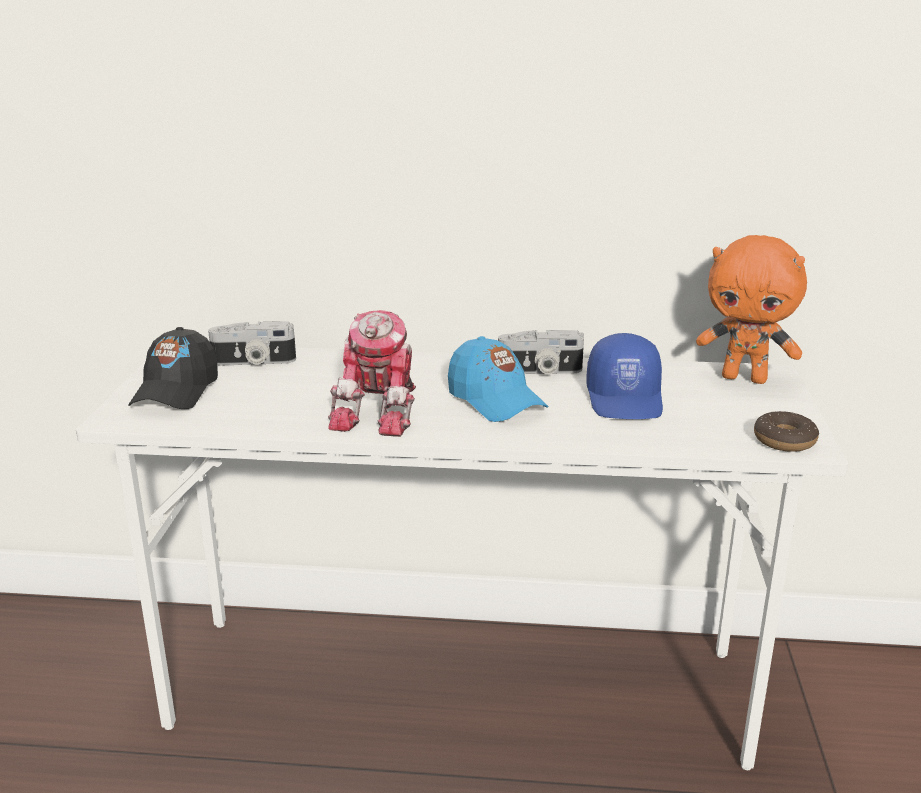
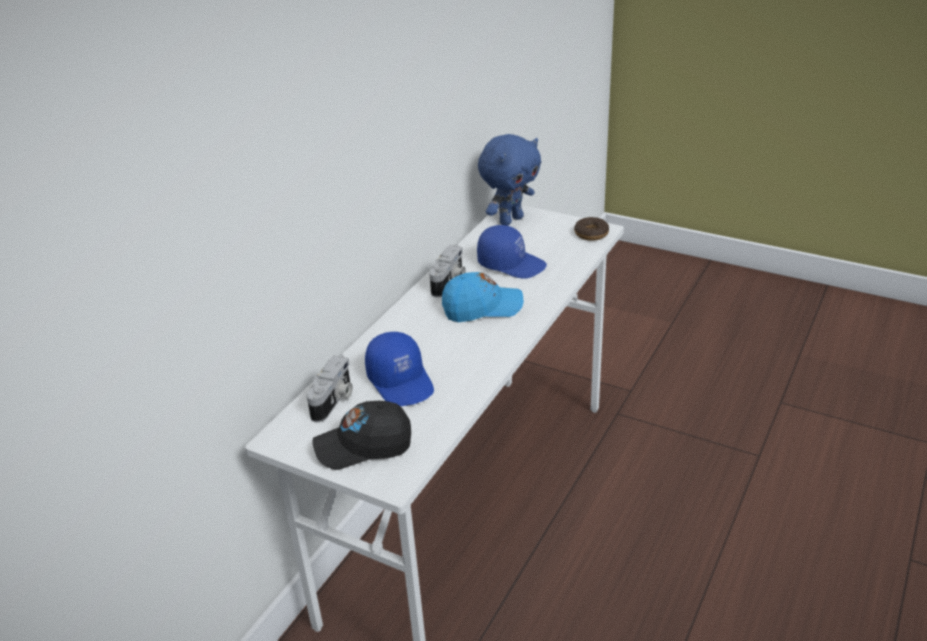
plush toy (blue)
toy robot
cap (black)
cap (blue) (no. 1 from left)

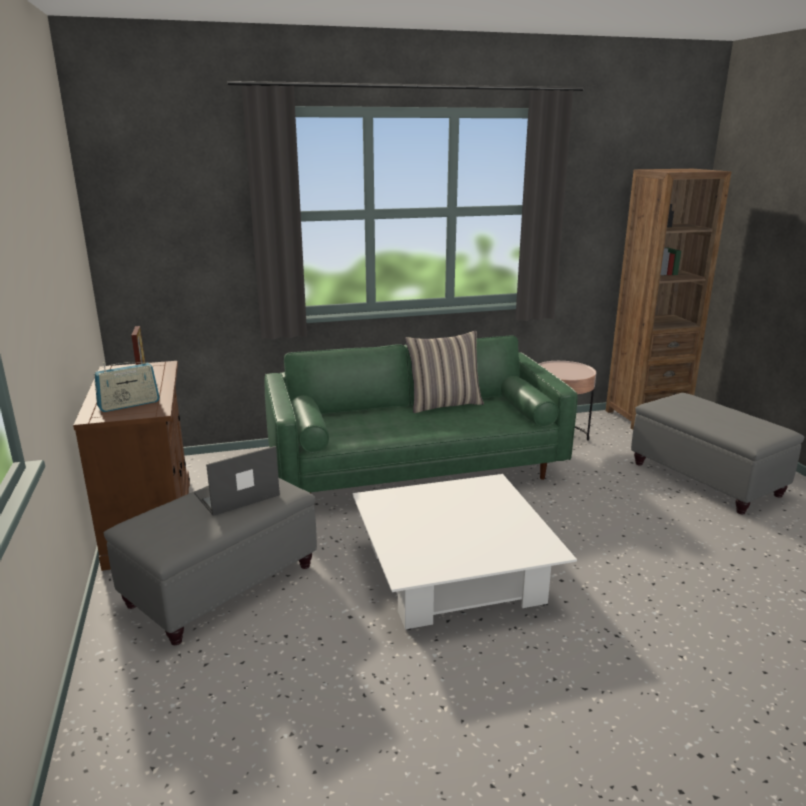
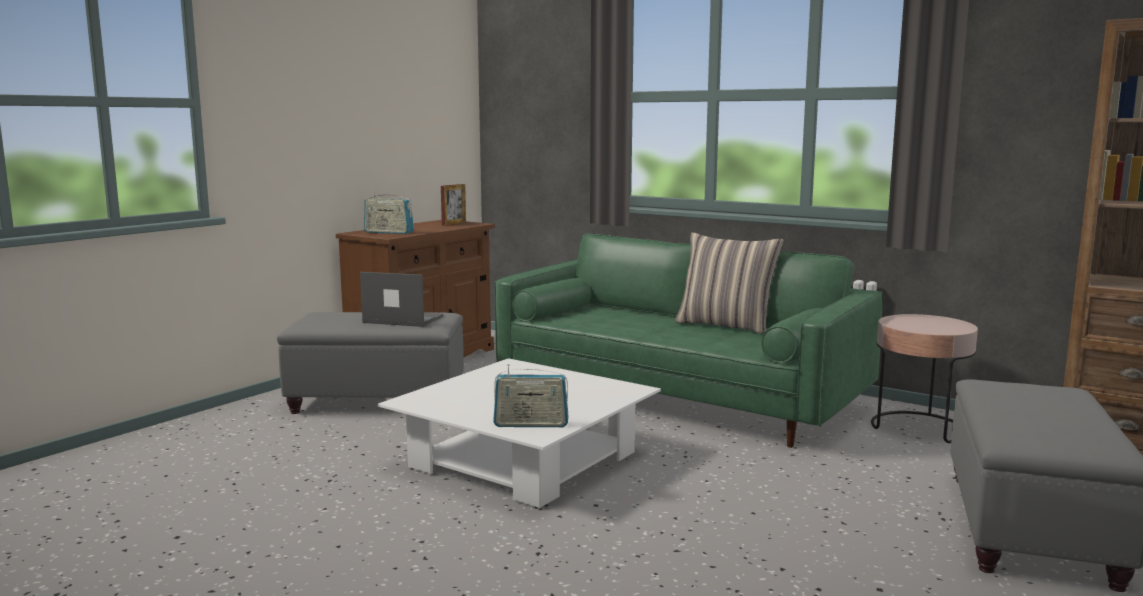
radio (no. 2 from left)

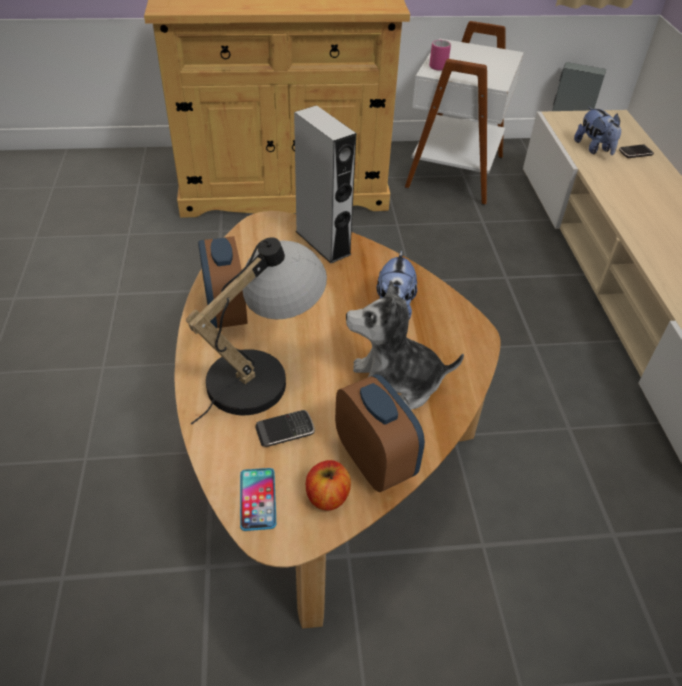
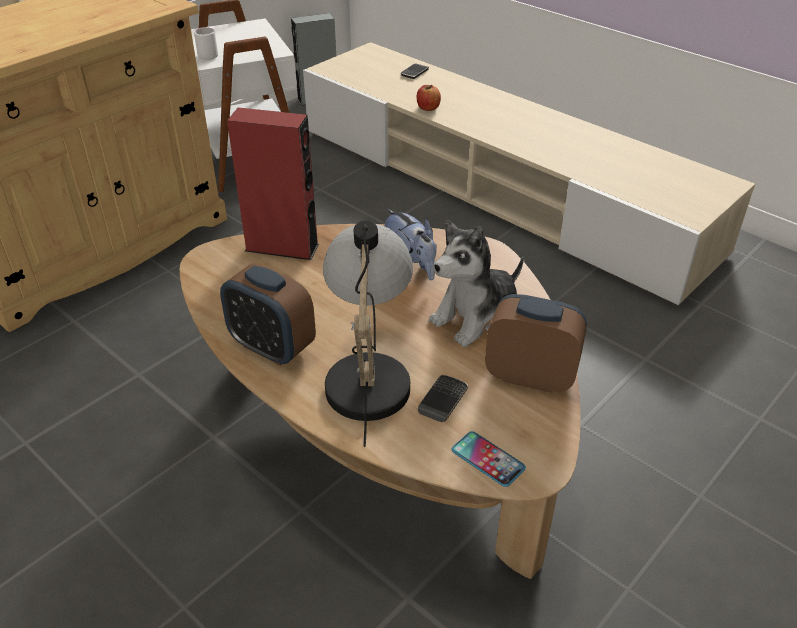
mug (white)
speaker (red)
plush toy (no. 3 from left in the first image)
apple

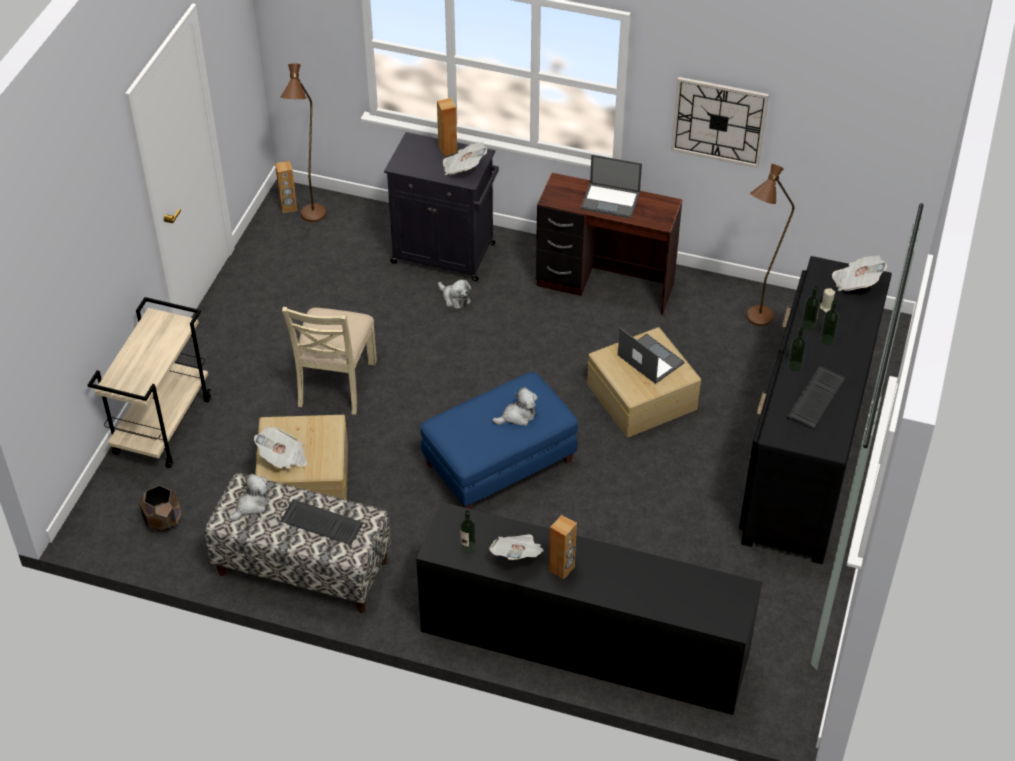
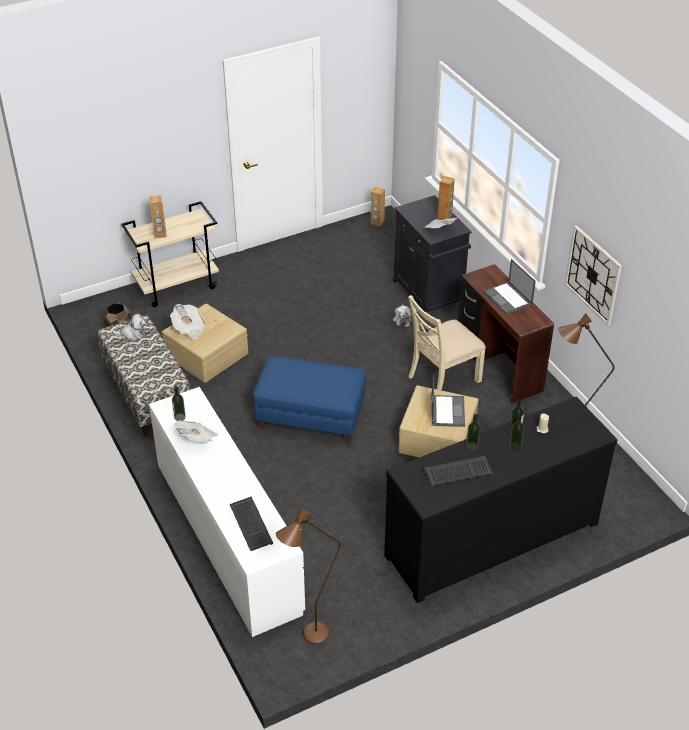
floor lamp (brown) (no. 1 from left)
newspaper (no. 4 from left in the first image)
chair (beige)
plush toy (no. 3 from left in the first image)
keyboard (no. 1 from left)
dresser (white)
speaker (brown) (no. 1 from left)

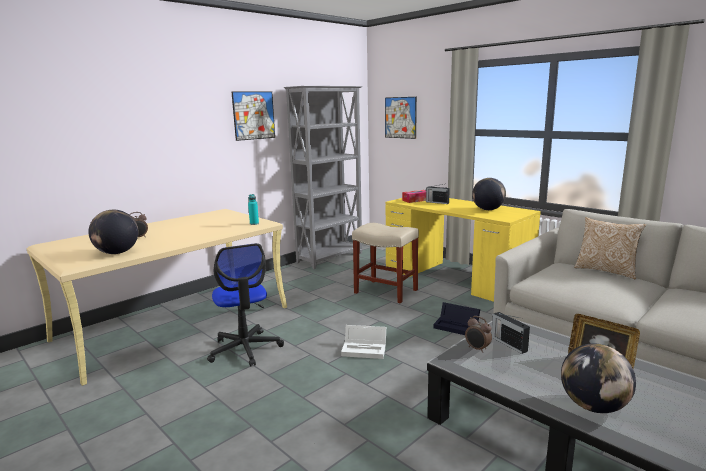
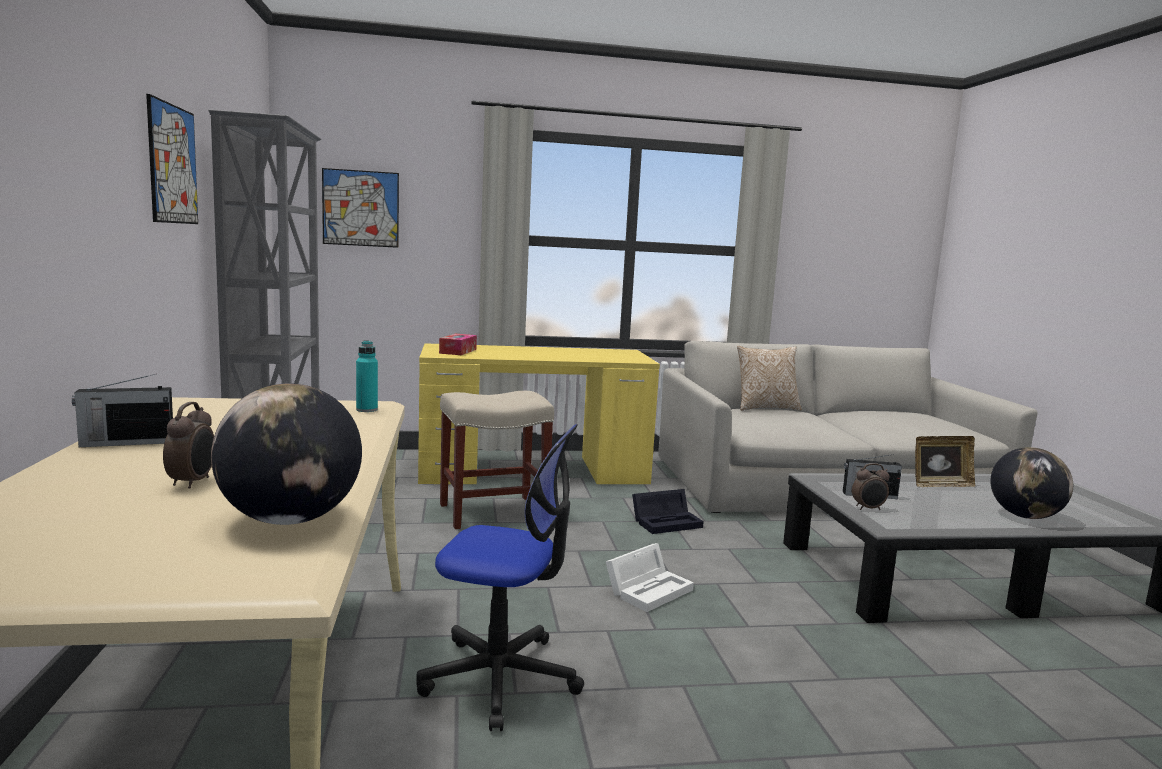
globe (no. 2 from left in the first image)
radio (no. 1 from left)

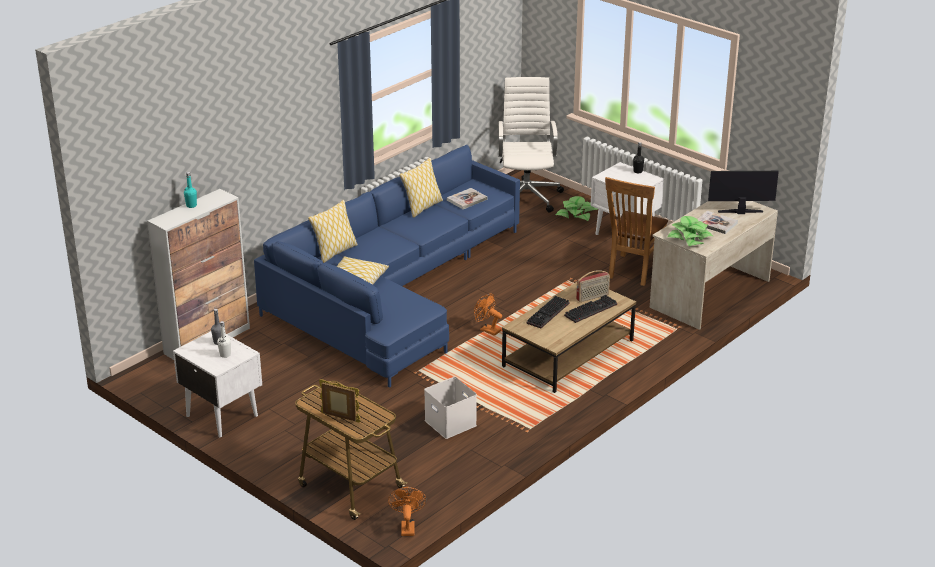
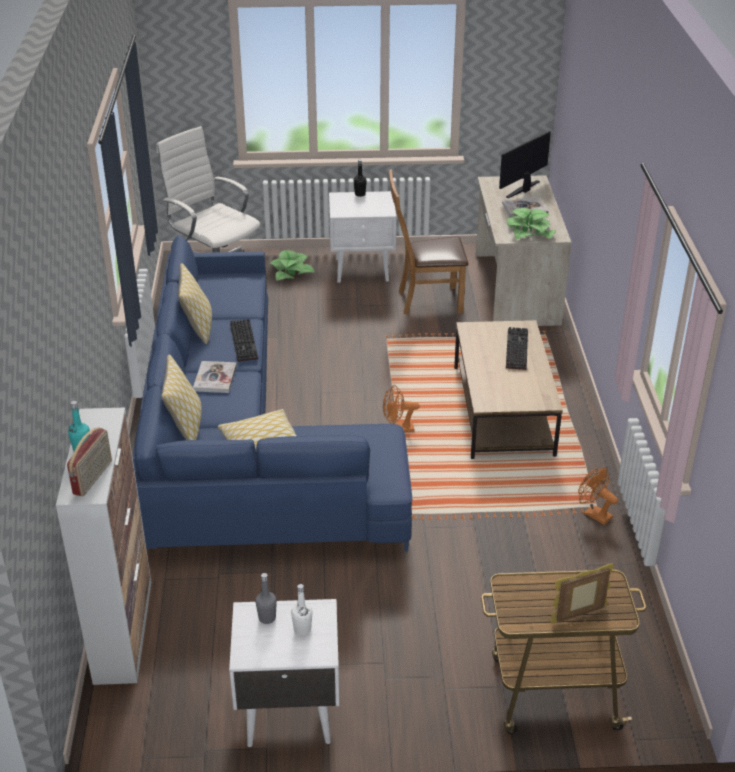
chair (brown)
book (no. 1 from left)
radio
keyboard (no. 1 from left)
storage box (white)
fan (orange) (no. 2 from left)

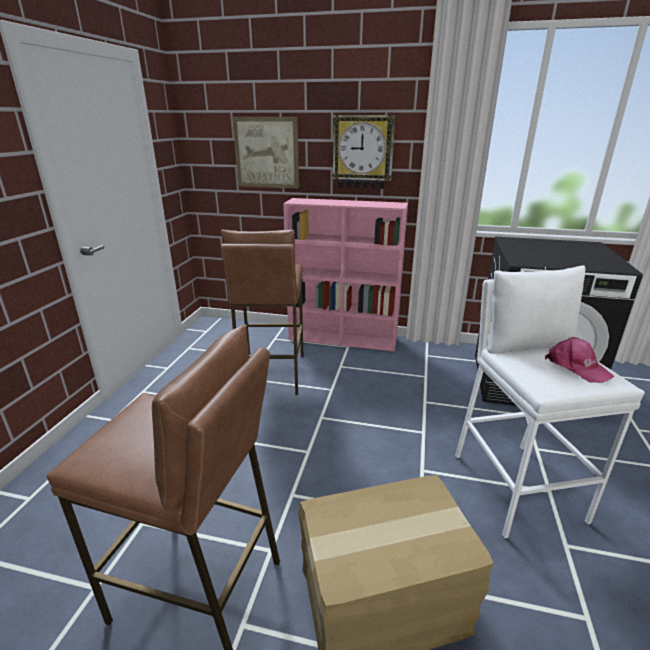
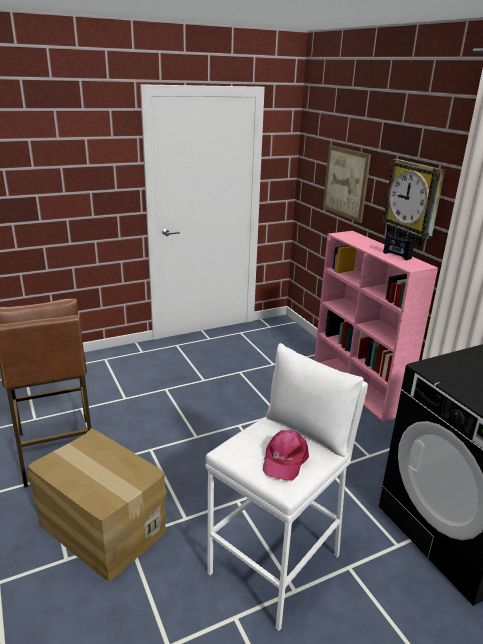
stool (brown) (no. 2 from left in the first image)
radio

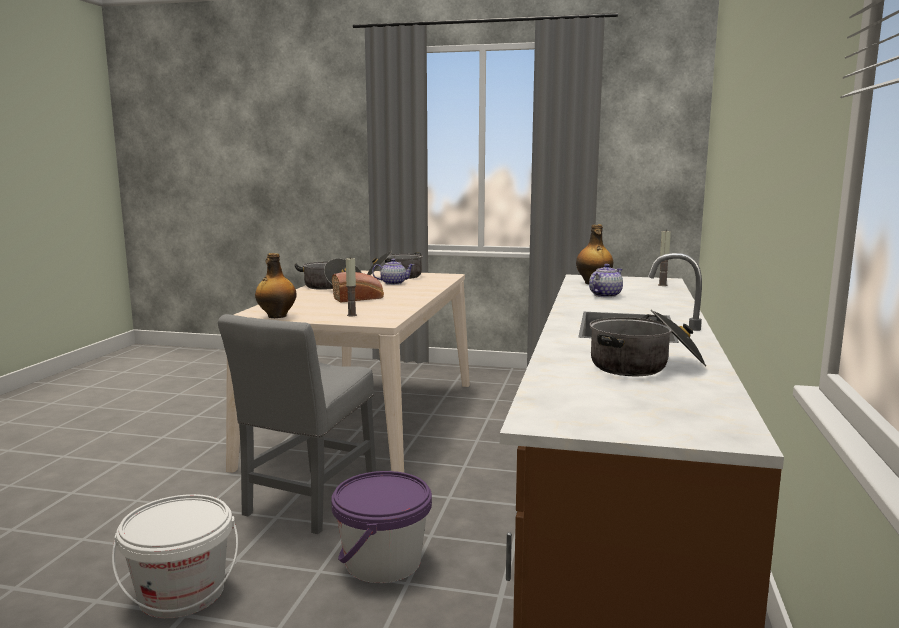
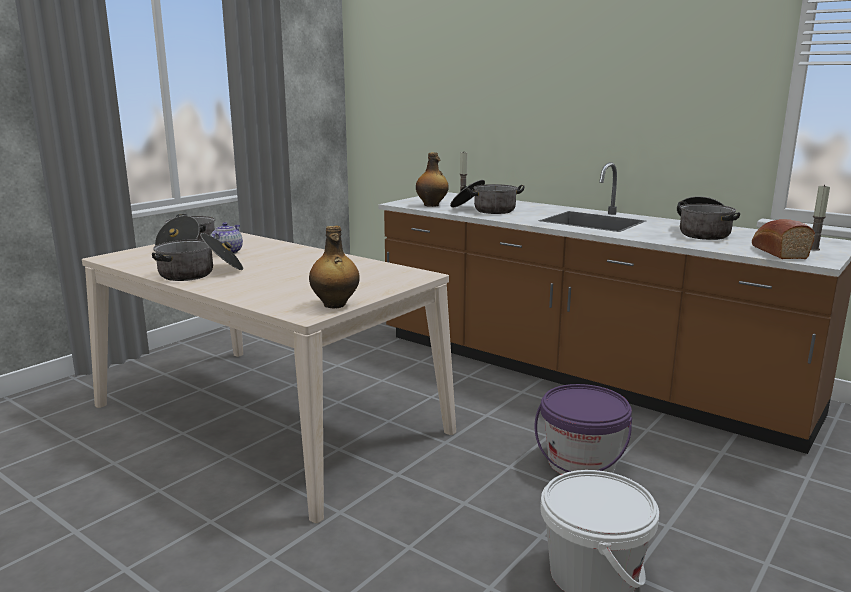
candle (no. 2 from left)
cooking pot (no. 3 from left)
bread
chair (grey)

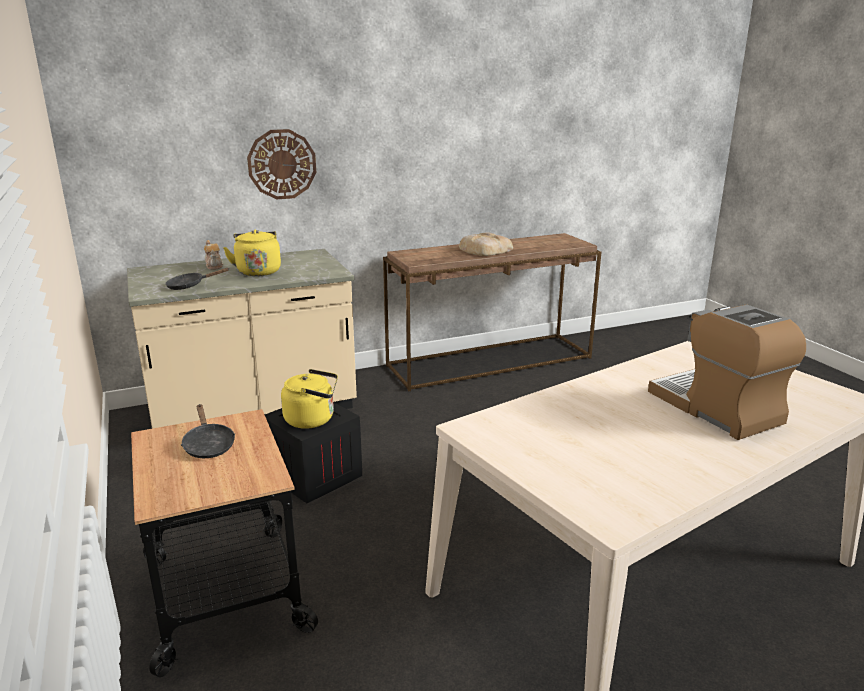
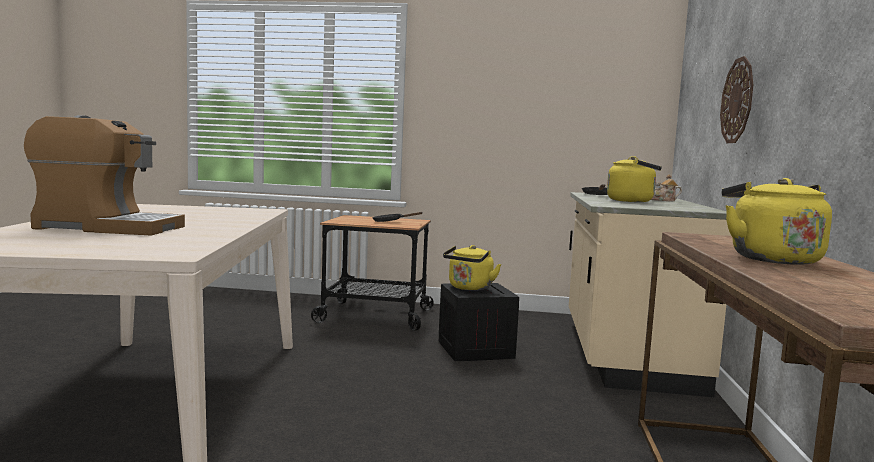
kettle (yellow) (no. 3 from left)

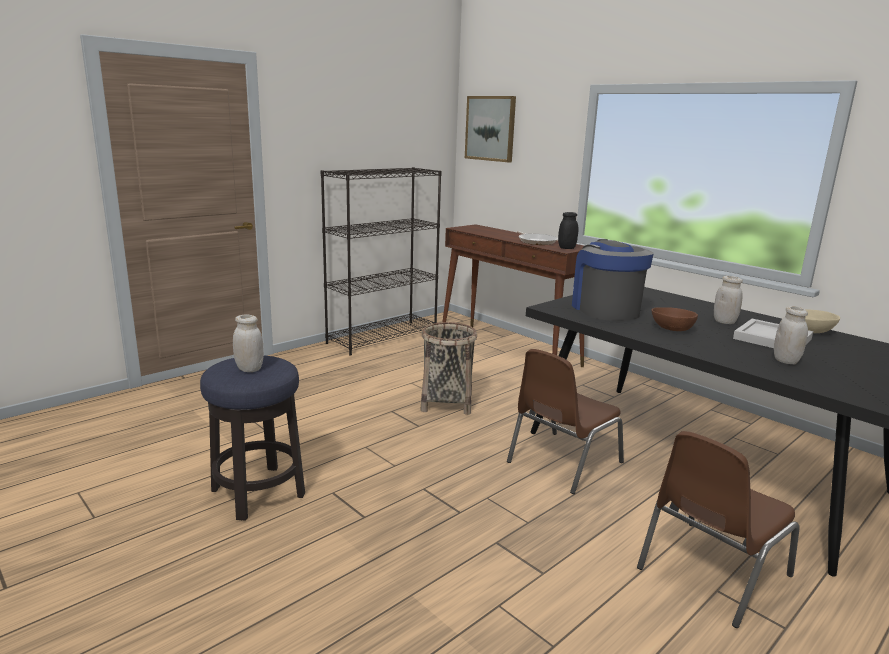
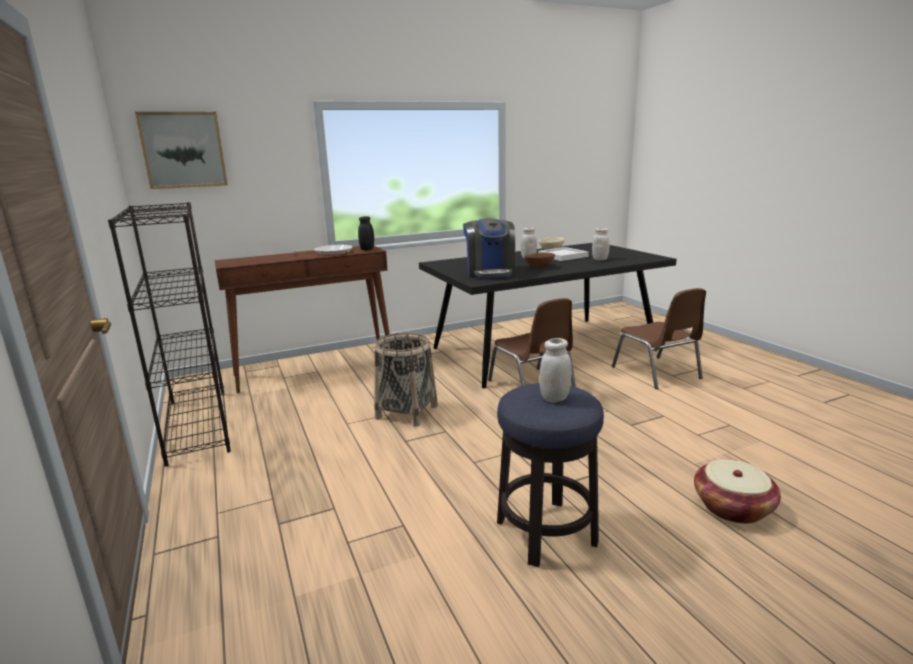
coffee machine
basket (no. 2 from left)

